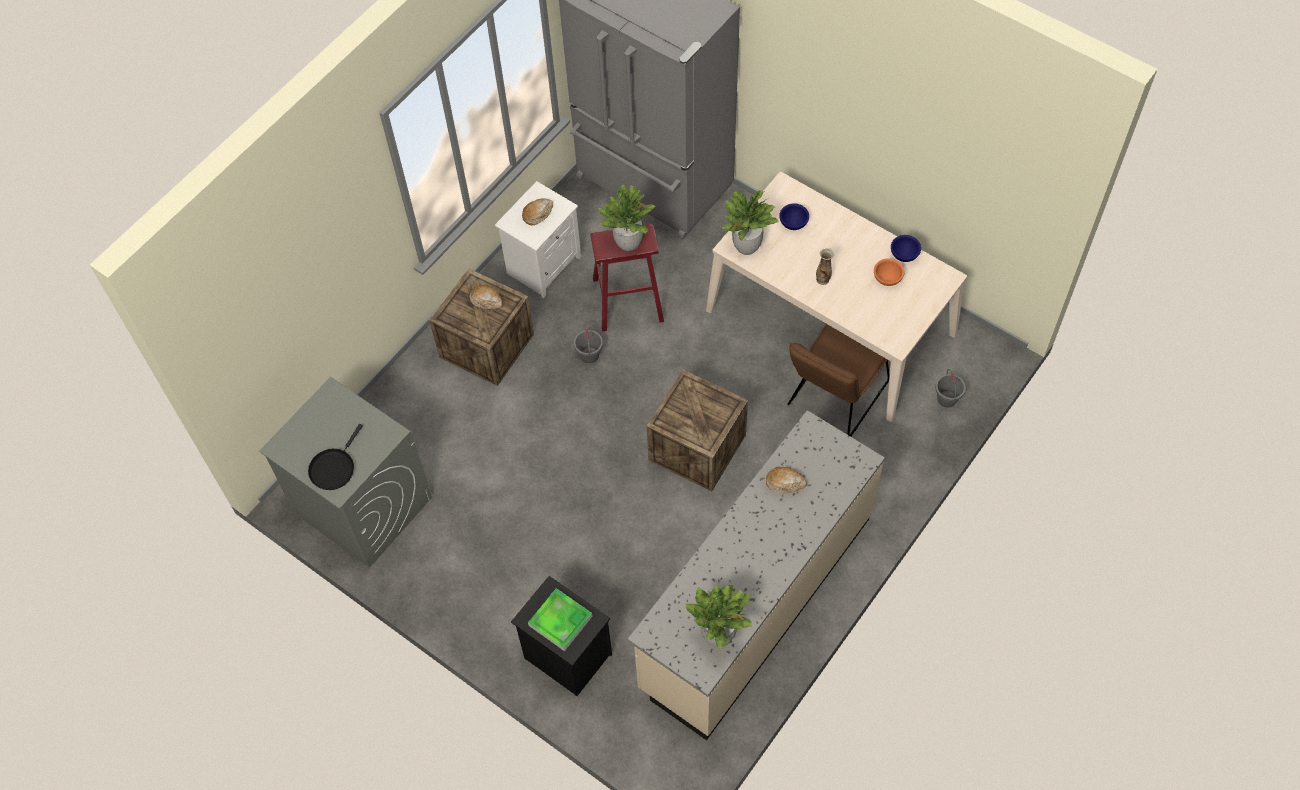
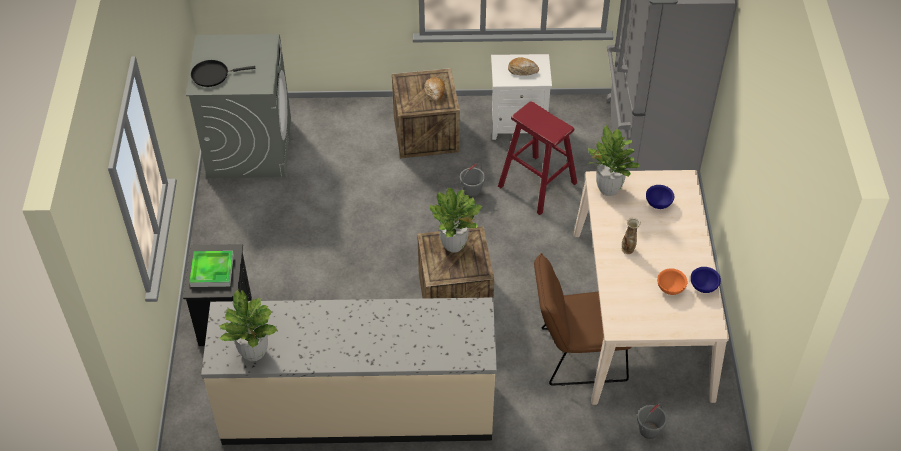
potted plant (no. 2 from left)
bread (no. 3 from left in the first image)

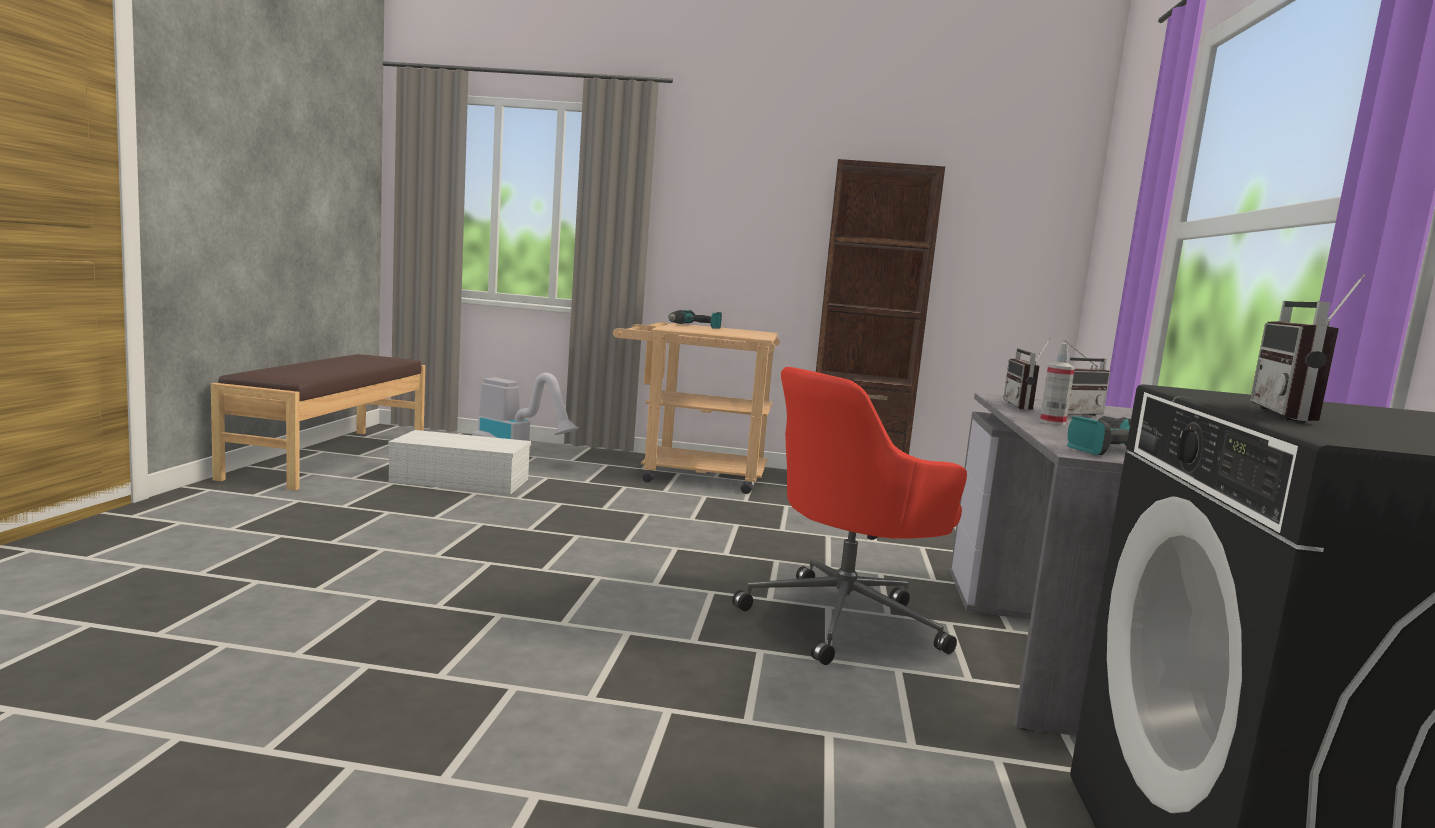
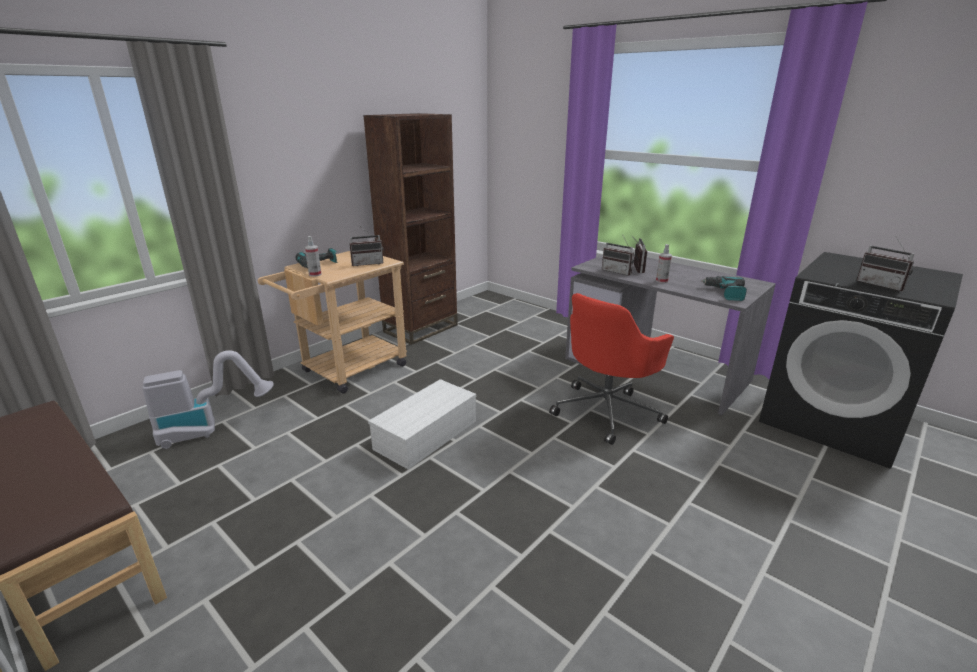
office chair (red)
storage box (white)
radio (no. 1 from left)
spray bottle (no. 1 from left)

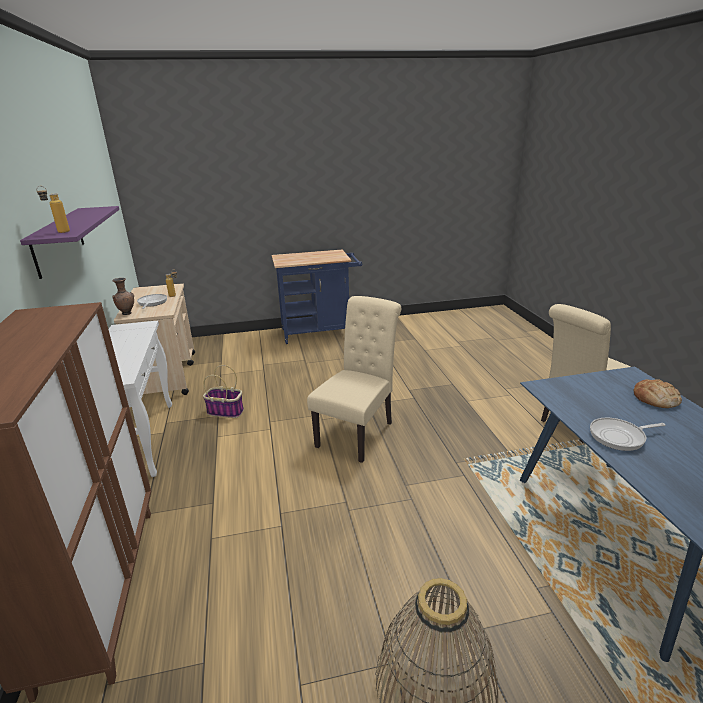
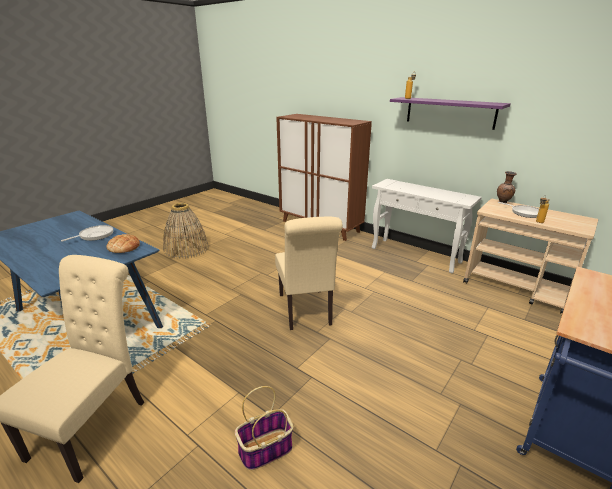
basket (no. 2 from left)
bread

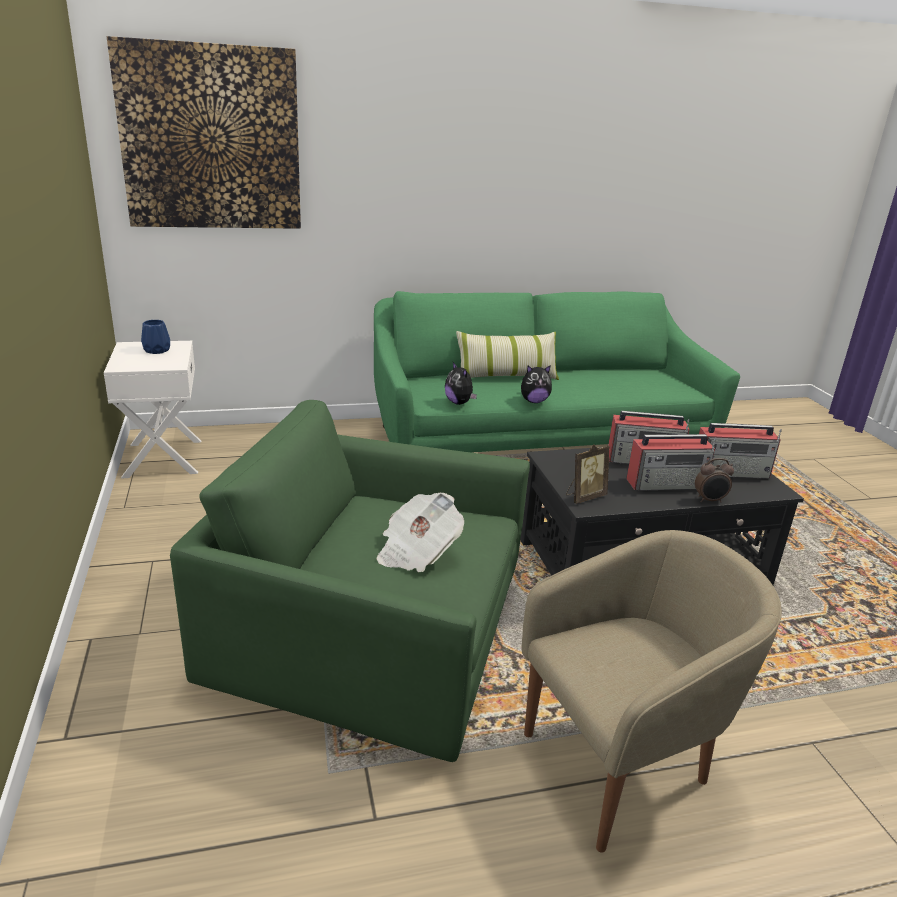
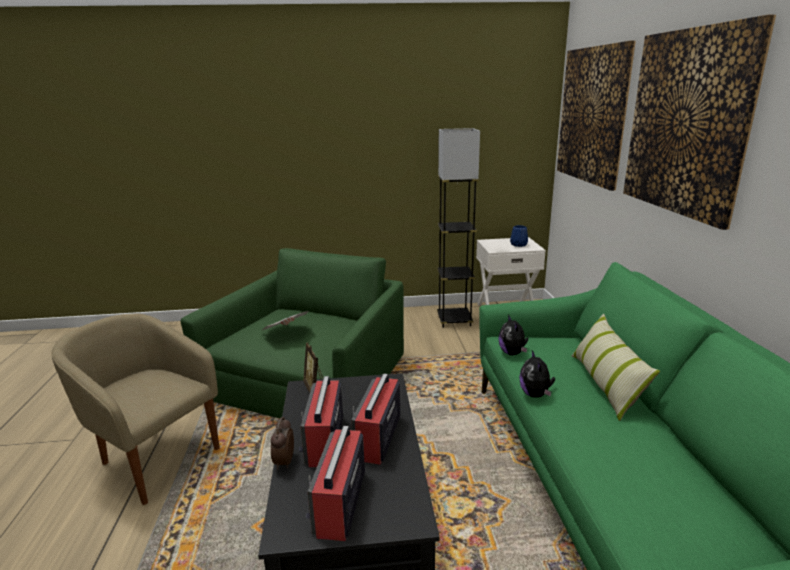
plush toy (no. 1 from left)
armchair (beige)
picture (no. 2 from left)
floor lamp (grey)

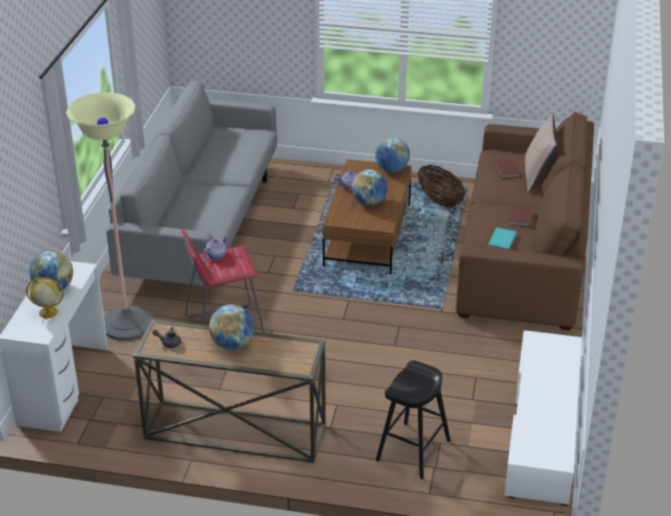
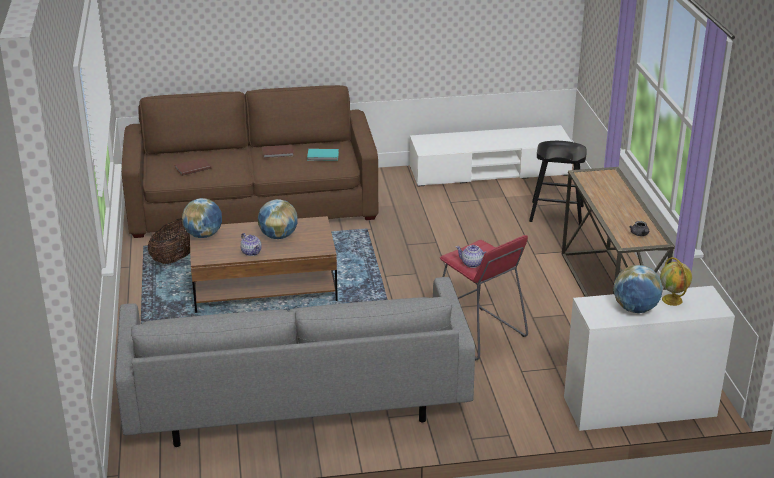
floor lamp
pillow
globe (no. 3 from left in the first image)

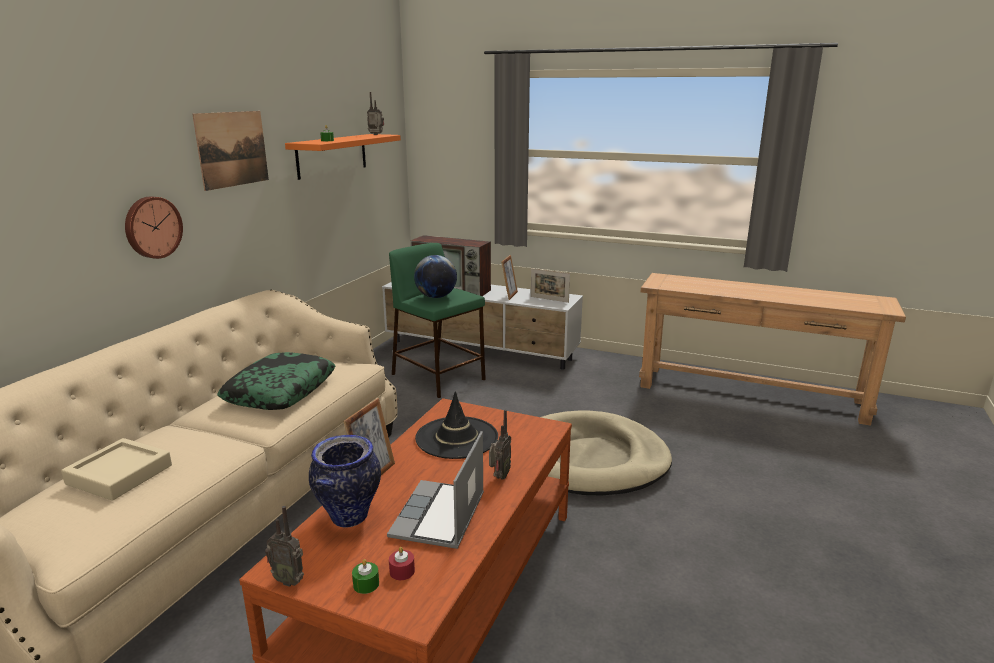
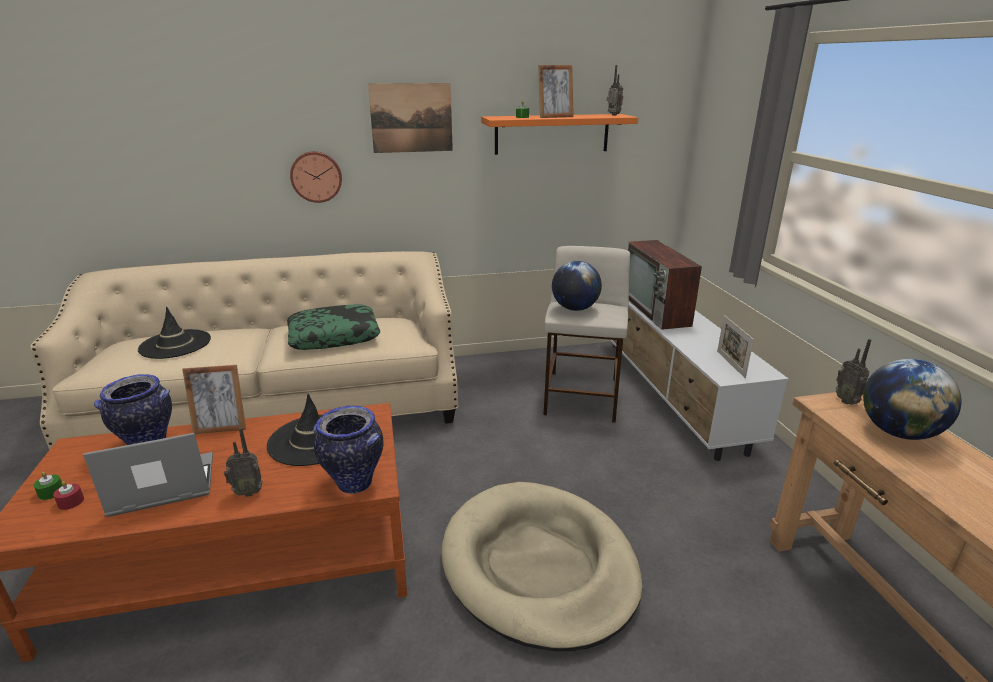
stool (beige)
picture frame (no. 2 from left)
hat (black) (no. 1 from left)
radio (no. 3 from left)
globe (no. 2 from left)
vase (no. 2 from left)

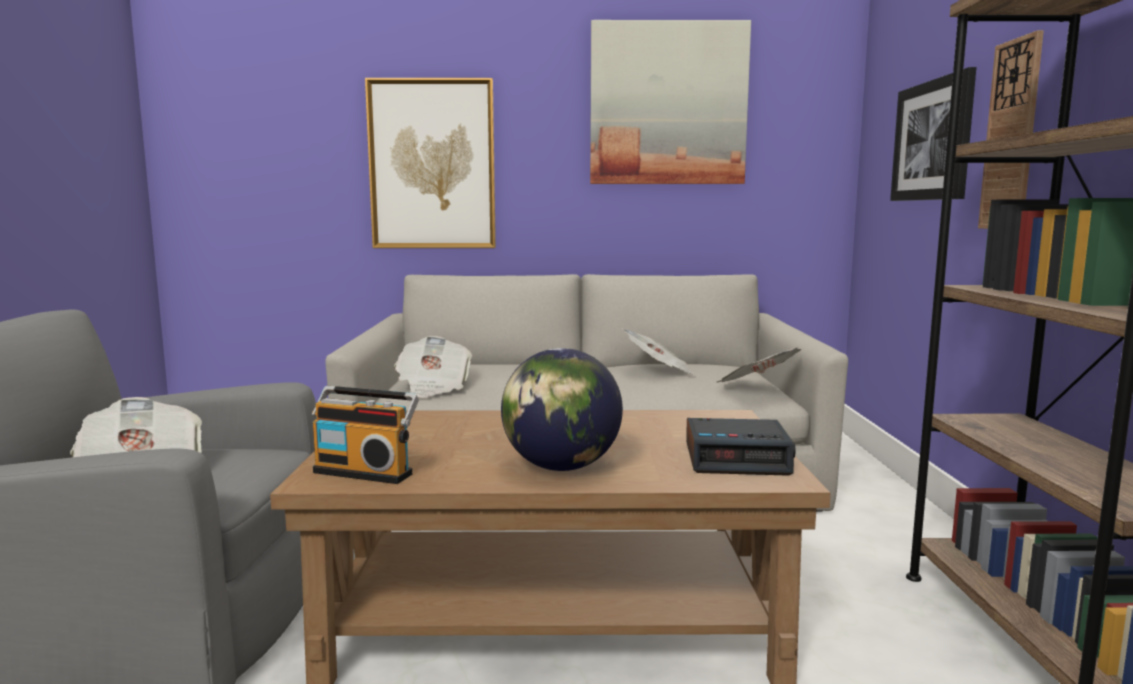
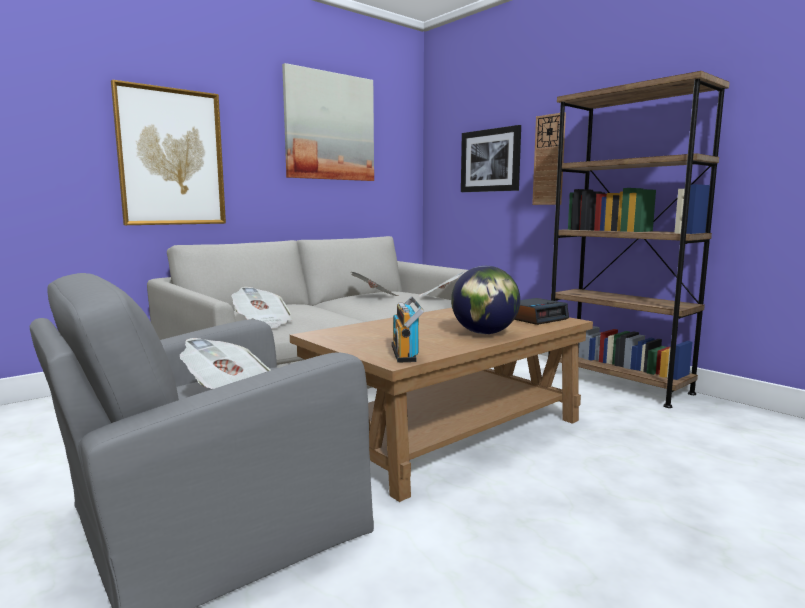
radio

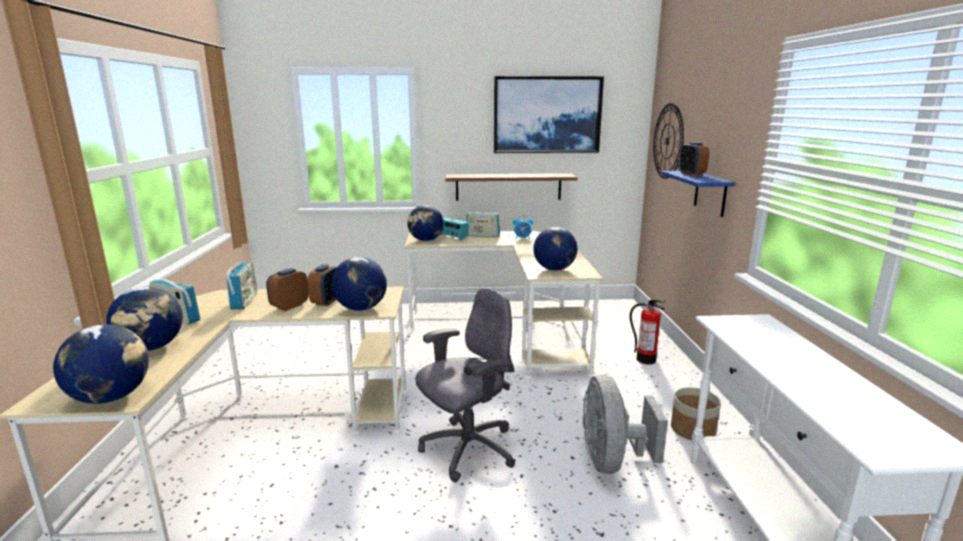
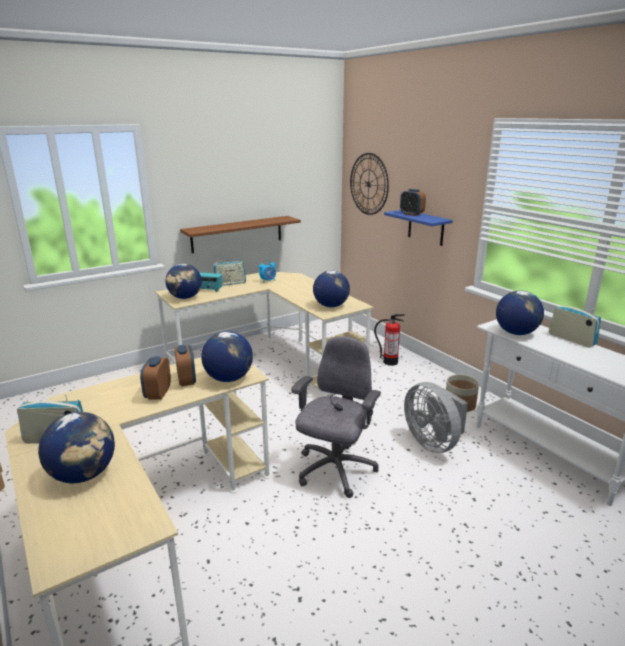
picture
radio (no. 4 from left)
globe (no. 5 from left)

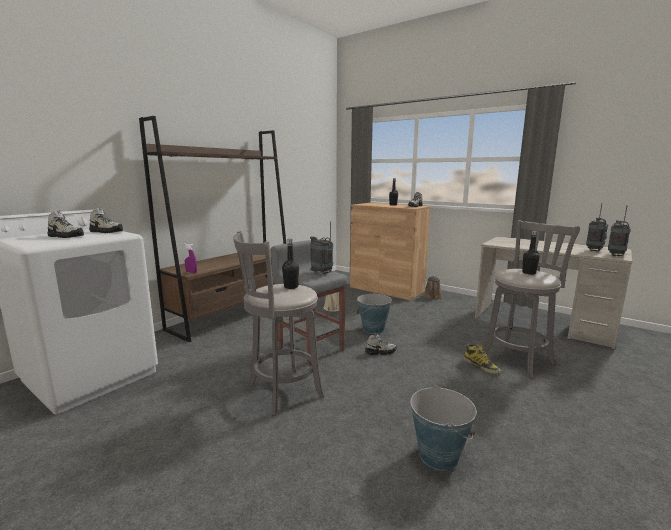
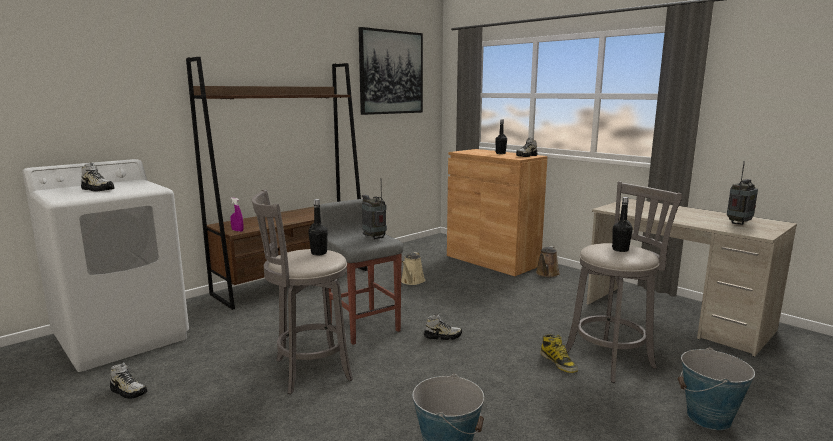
radio (no. 3 from left in the first image)
shoe (no. 2 from left)
bucket (no. 2 from left)
picture

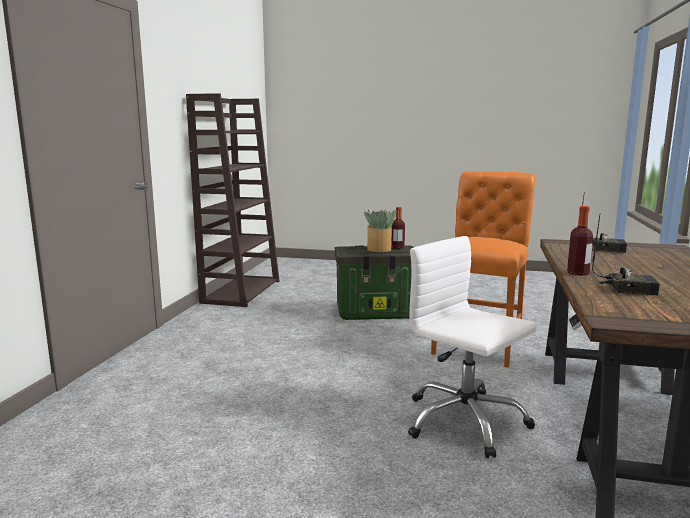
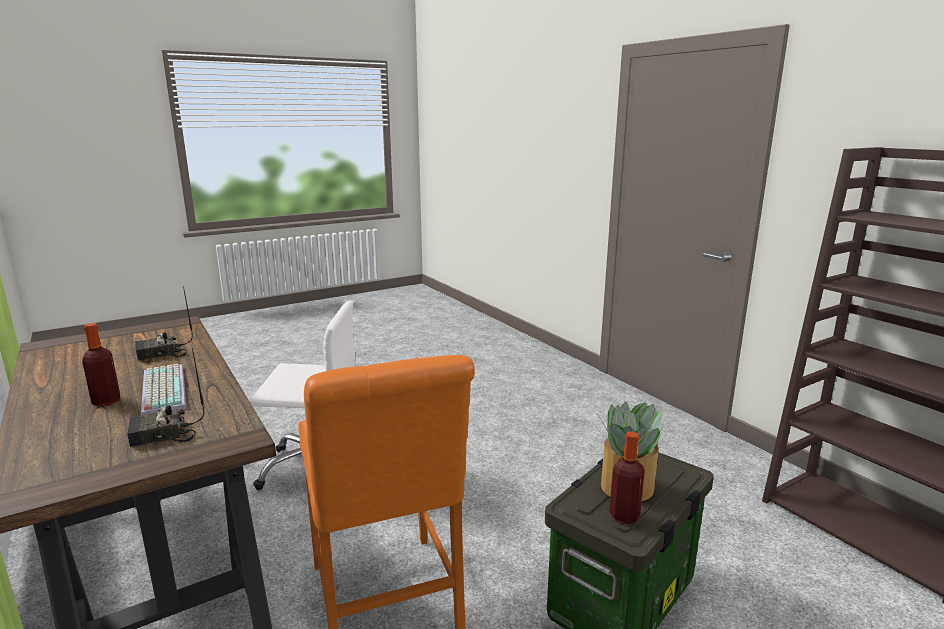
bottle (no. 1 from left)
keyboard

